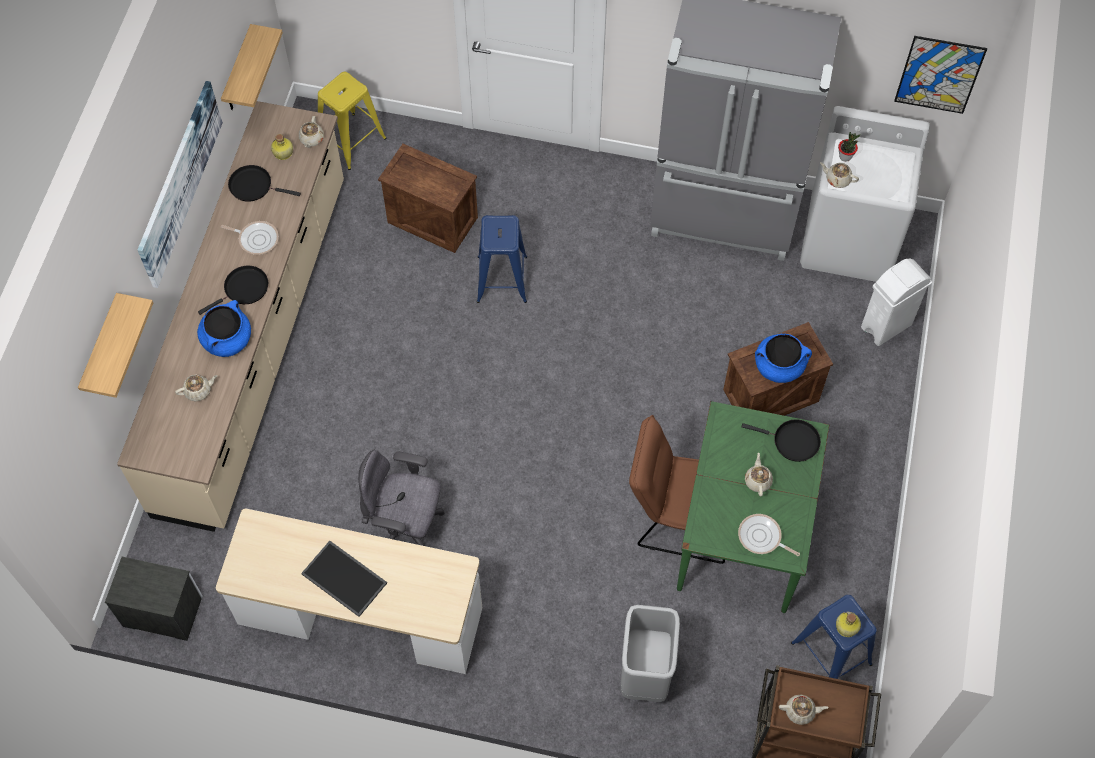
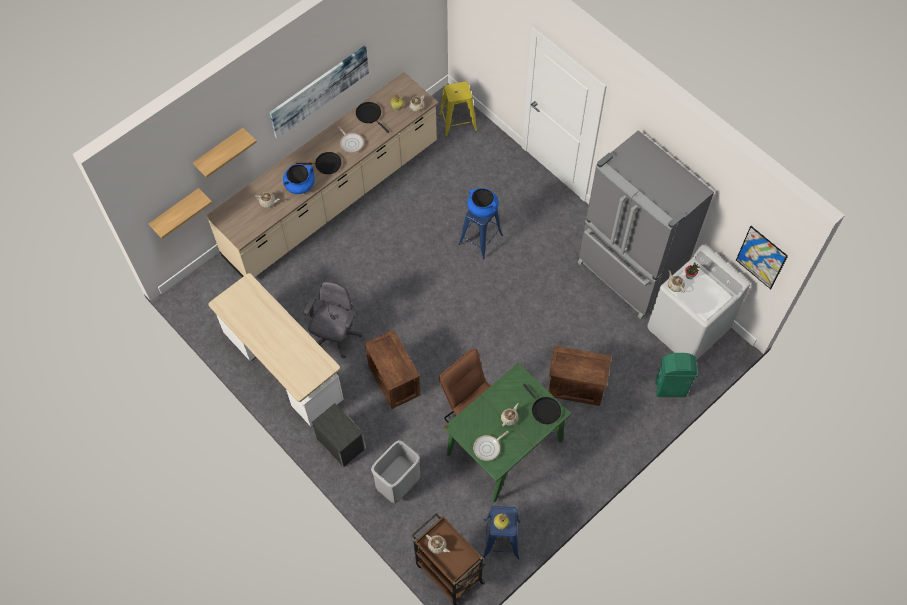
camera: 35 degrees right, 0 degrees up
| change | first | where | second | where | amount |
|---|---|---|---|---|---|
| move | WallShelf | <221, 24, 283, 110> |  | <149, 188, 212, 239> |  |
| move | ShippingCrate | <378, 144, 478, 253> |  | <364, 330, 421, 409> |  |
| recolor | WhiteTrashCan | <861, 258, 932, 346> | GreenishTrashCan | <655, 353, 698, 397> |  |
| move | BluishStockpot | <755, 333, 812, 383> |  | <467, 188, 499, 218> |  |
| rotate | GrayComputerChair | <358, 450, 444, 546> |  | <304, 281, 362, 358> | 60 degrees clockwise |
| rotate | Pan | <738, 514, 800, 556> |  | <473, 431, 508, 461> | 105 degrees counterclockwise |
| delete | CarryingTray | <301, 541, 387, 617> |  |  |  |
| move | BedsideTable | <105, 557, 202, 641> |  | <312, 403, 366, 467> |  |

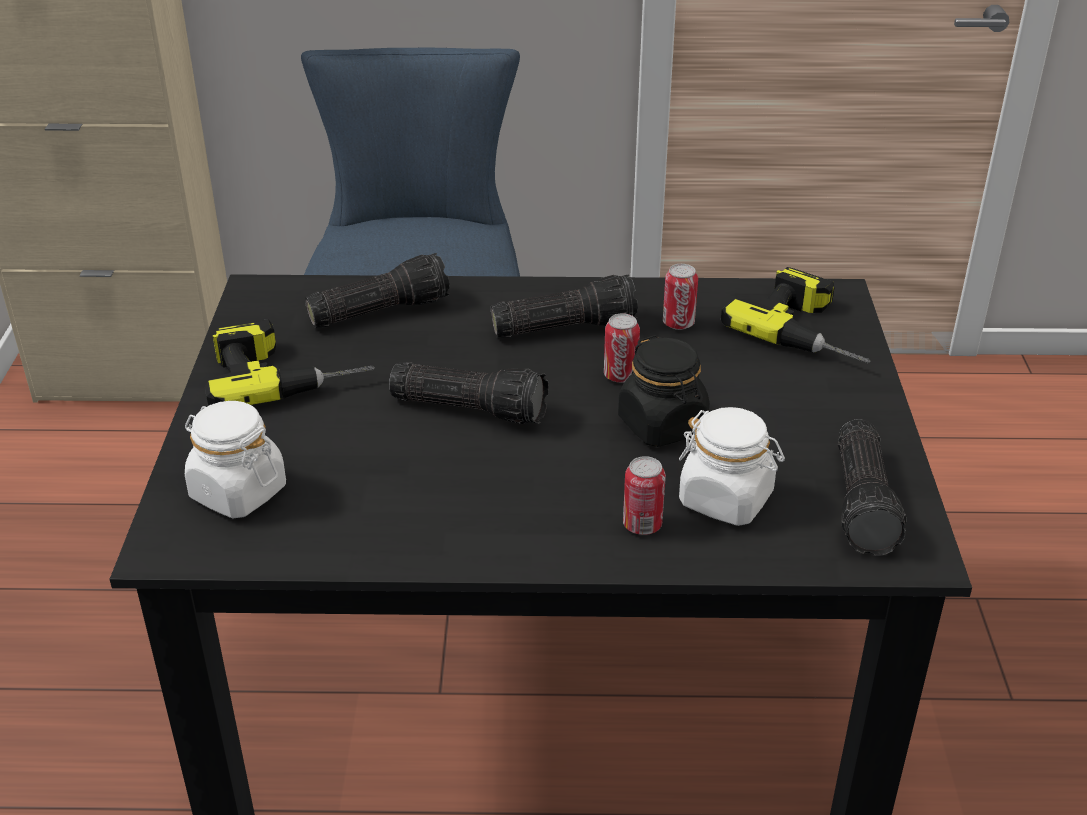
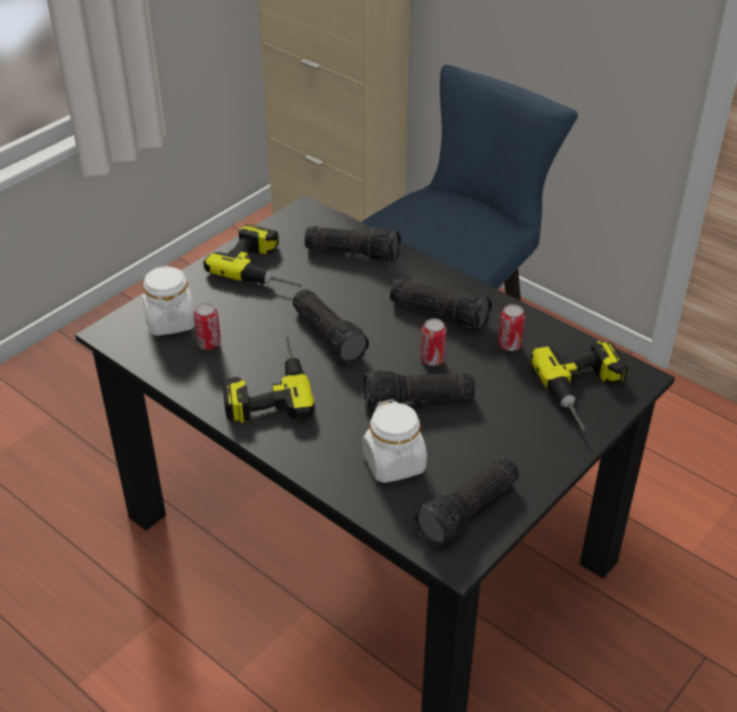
camera: 40 degrees right, 5 degrees up
| change | first | where | second | where | amount |
|---|---|---|---|---|---|
| replace | BlackishStorageJar | <618, 335, 710, 447> | Torch | <363, 370, 475, 409> |  |
| move | Can | <623, 456, 666, 535> |  | <194, 303, 221, 350> |  |
| insert |  |  | Drill | <222, 336, 315, 423> |  |

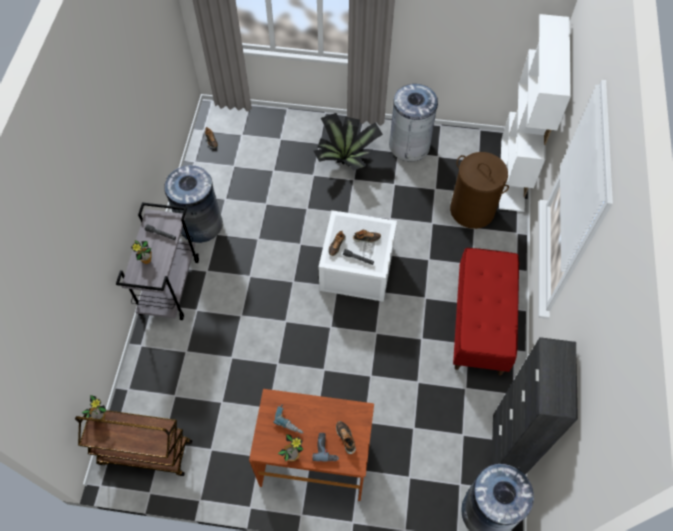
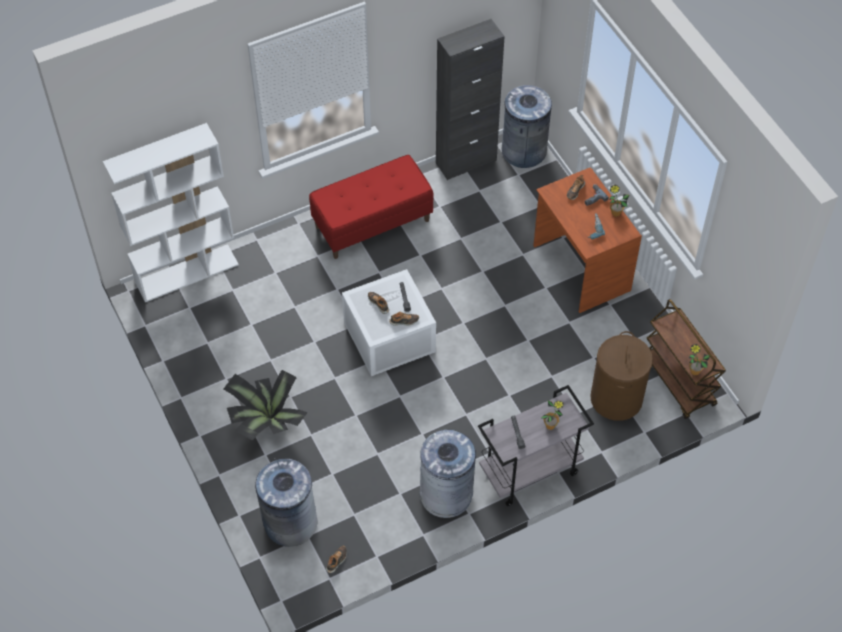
camera: 125 degrees left, 5 degrees down
| change | first | where | second | where | amount |
|---|---|---|---|---|---|
| move | GrayTrashCan | <389, 84, 440, 162> |  | <255, 458, 317, 547> |  |
| move | BrownishLaundryBasket | <450, 152, 509, 229> |  | <591, 331, 653, 421> |  |

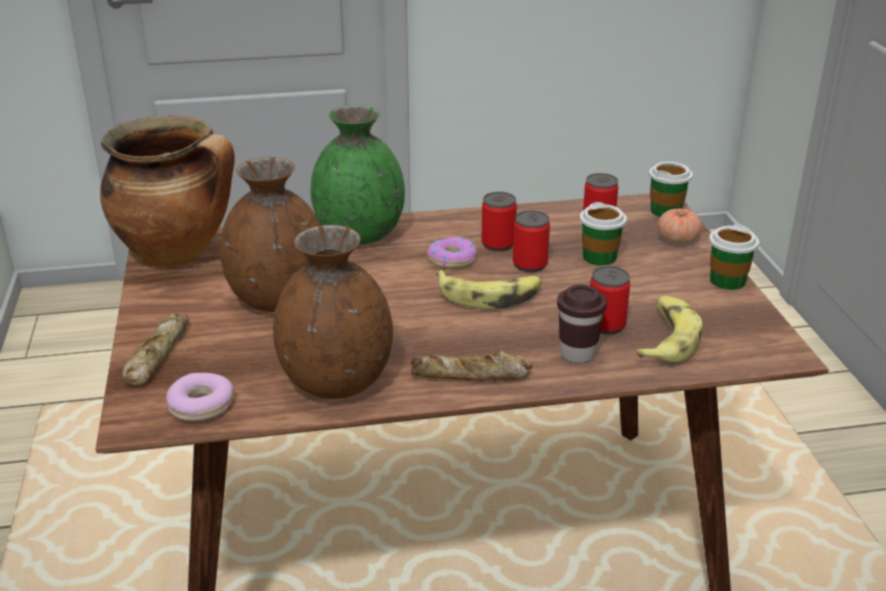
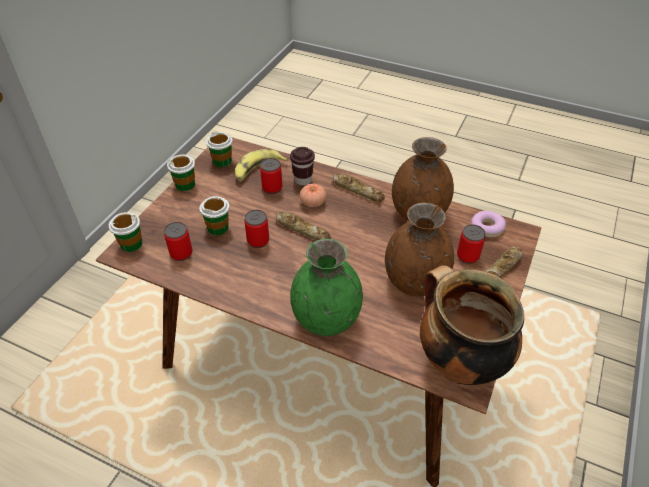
camera: 145 degrees left, 15 degrees up
| change | first | where | second | where | amount |
|---|---|---|---|---|---|
| move | Can | <481, 192, 517, 251> |  | <457, 224, 486, 264> |  |
| move | Tomato | <658, 209, 702, 244> |  | <300, 184, 327, 207> |  |
| delete | Doughnut | <427, 237, 477, 269> |  |  |  |
| replace | WholeBanana | <436, 270, 542, 310> | BakedBread | <276, 211, 331, 240> |  |
| insert |  |  | Cup | <206, 132, 233, 167> |  |

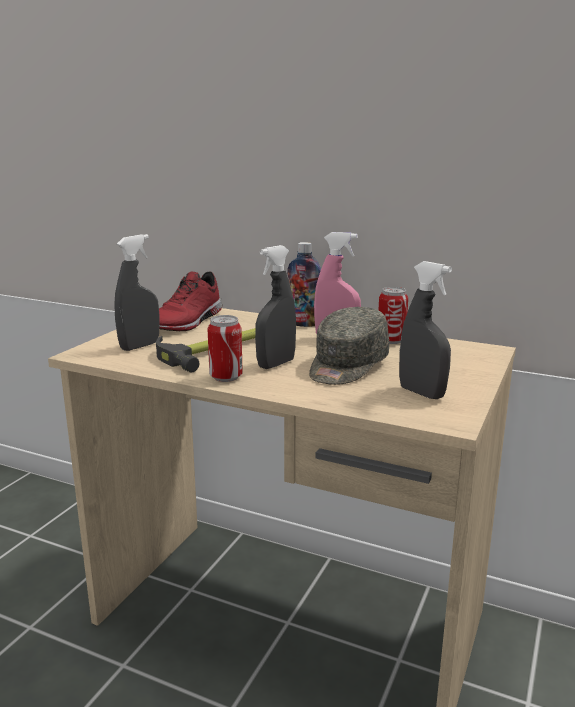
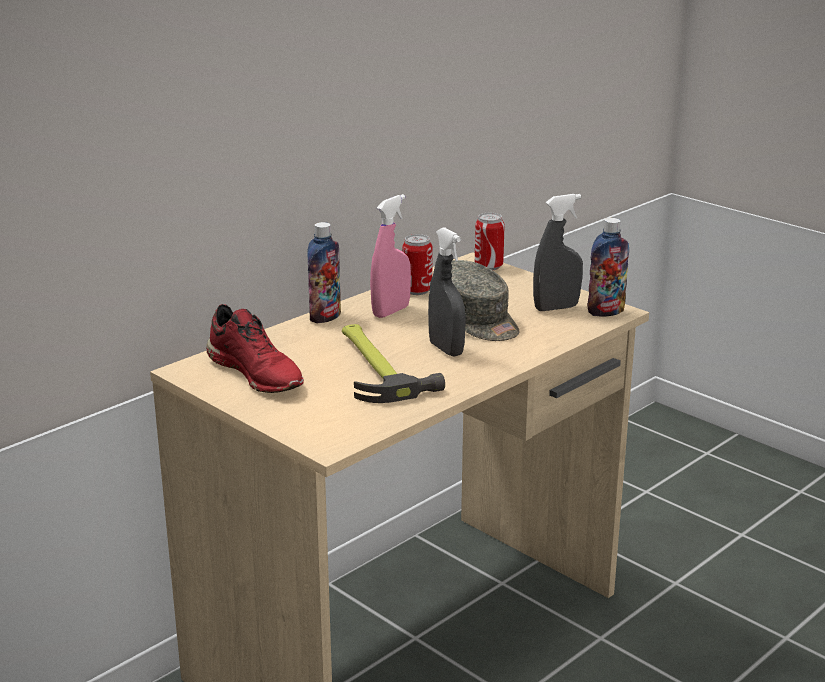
camera: 70 degrees left, 5 degrees up
| change | first | where | second | where | amount |
|---|---|---|---|---|---|
| delete | GraySprayBottle | <114, 234, 159, 351> |  |  |  |
| move | Can | <208, 315, 243, 382> |  | <475, 213, 505, 270> |  |
| insert |  |  | Bottle | <588, 218, 629, 317> |  |

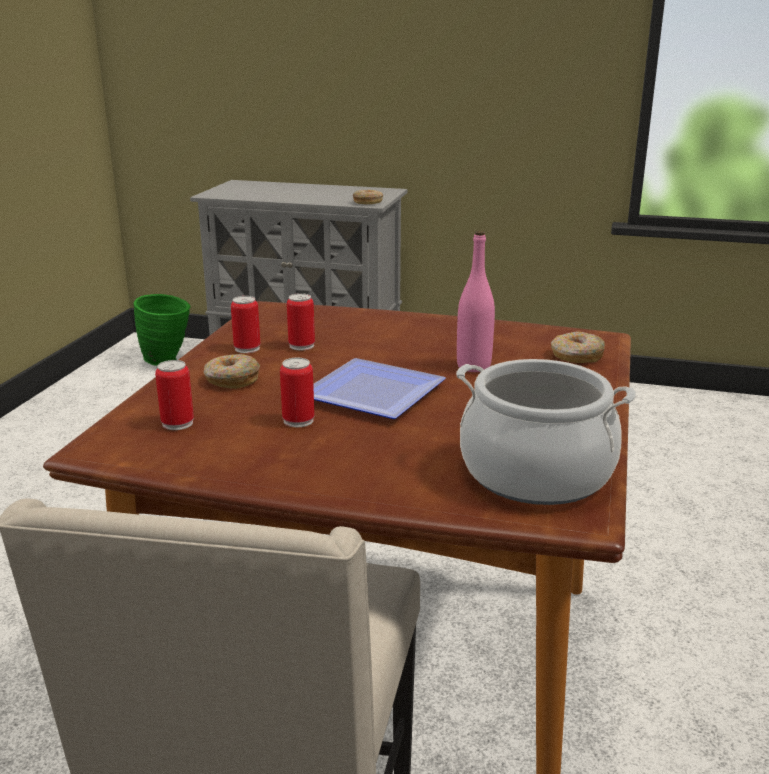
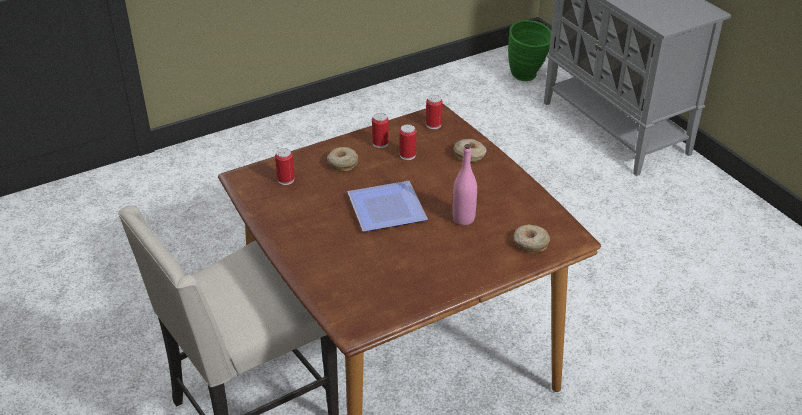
camera: 45 degrees right, 15 degrees up
| change | first | where | second | where | amount |
|---|---|---|---|---|---|
| move | Doughnut | <353, 190, 383, 204> |  | <453, 139, 486, 162> |  |
| move | Can | <280, 358, 314, 427> |  | <426, 95, 443, 129> |  |
| delete | Stockpot | <456, 359, 636, 505> |  |  |  |

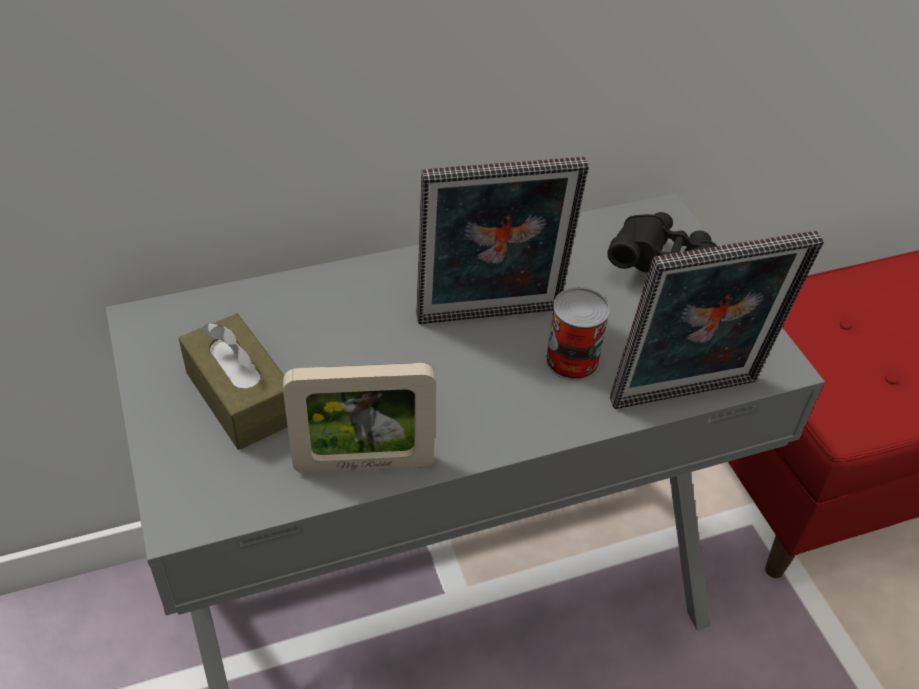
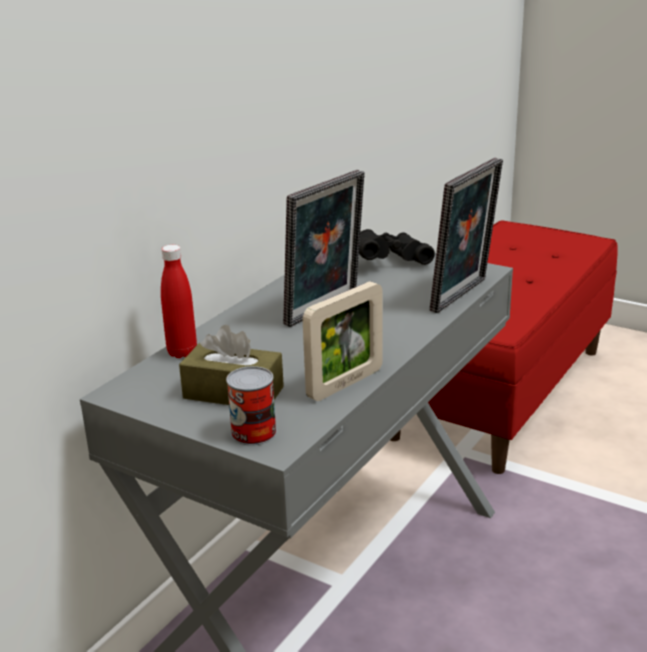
camera: 35 degrees left, 20 degrees down
| change | first | where | second | where | amount |
|---|---|---|---|---|---|
| move | Can | <546, 287, 610, 380> |  | <226, 366, 277, 446> |  |
| insert |  |  | RedBottle | <161, 245, 197, 358> |  |

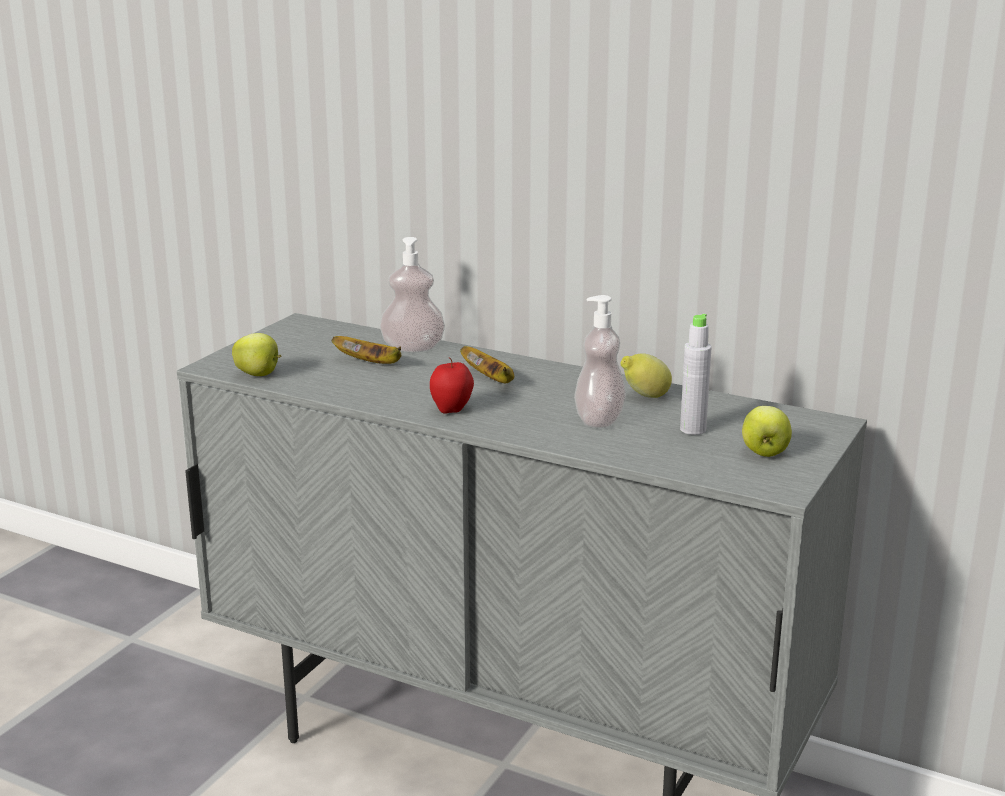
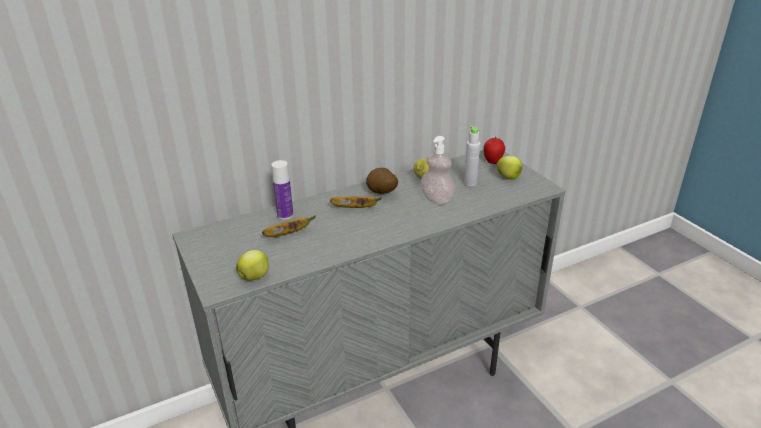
camera: 55 degrees left, 10 degrees up
| change | first | where | second | where | amount |
|---|---|---|---|---|---|
| replace | SoapDispenser | <380, 237, 445, 353> | Bottle | <271, 160, 293, 220> |  |
| move | AppleFruit | <430, 357, 474, 414> |  | <484, 137, 505, 164> |  |
| insert |  |  | WholePotato | <366, 168, 398, 194> |  |

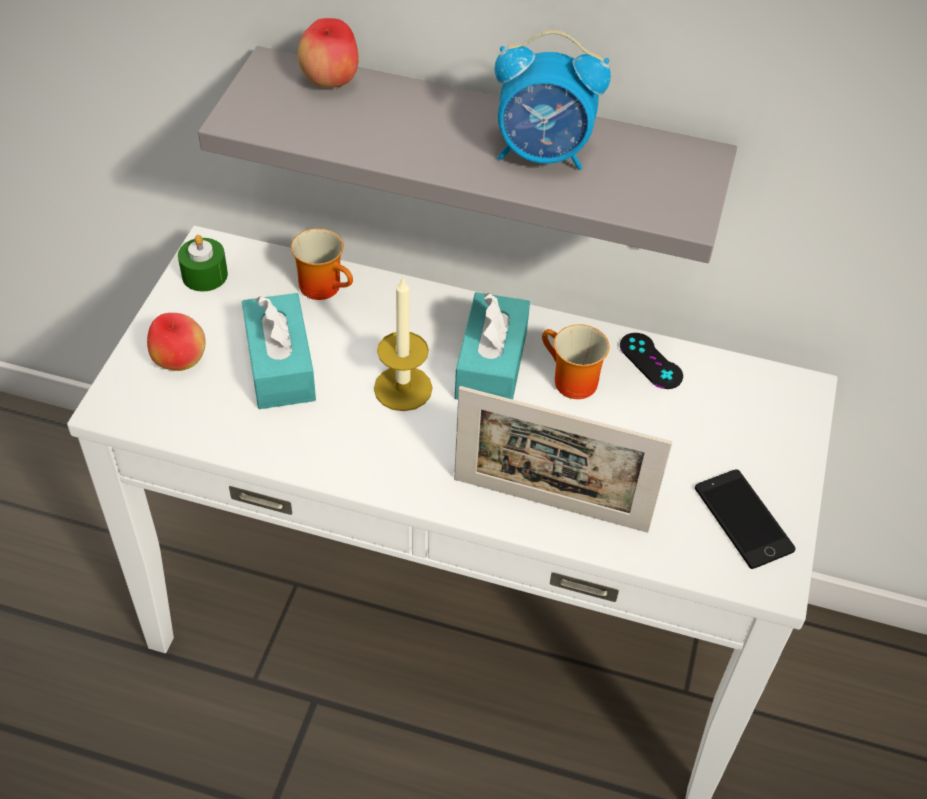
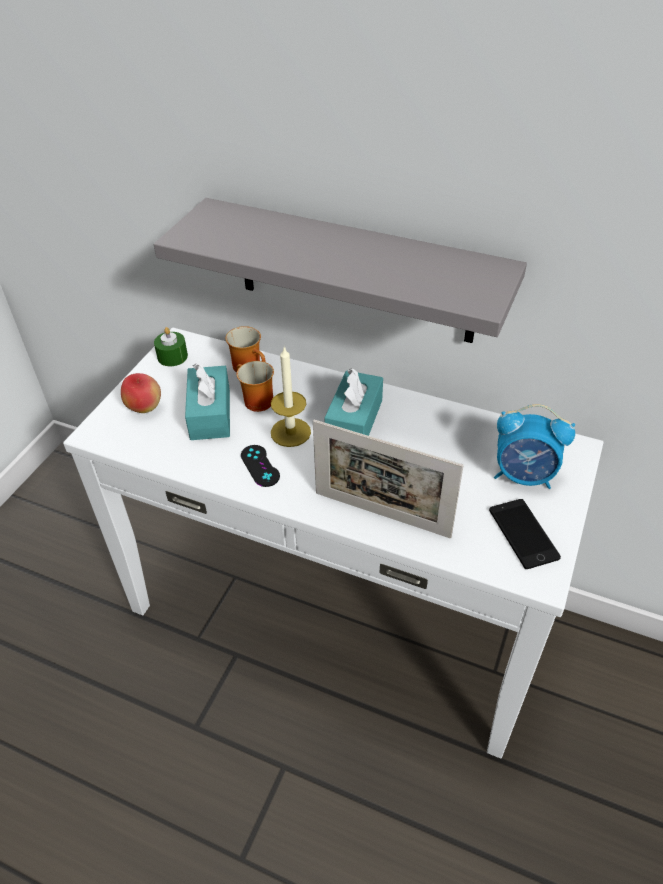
camera: 10 degrees right, 5 degrees down
| change | first | where | second | where | amount |
|---|---|---|---|---|---|
| delete | AppleFruit | <298, 18, 359, 88> |  |  |  |
| move | AlarmClock | <495, 30, 611, 170> |  | <494, 404, 575, 489> |  |
| move | CoffeeMug | <542, 324, 609, 399> |  | <237, 361, 274, 412> |  |
| move | BlackishGameController | <620, 333, 683, 389> |  | <241, 445, 280, 487> |  |

